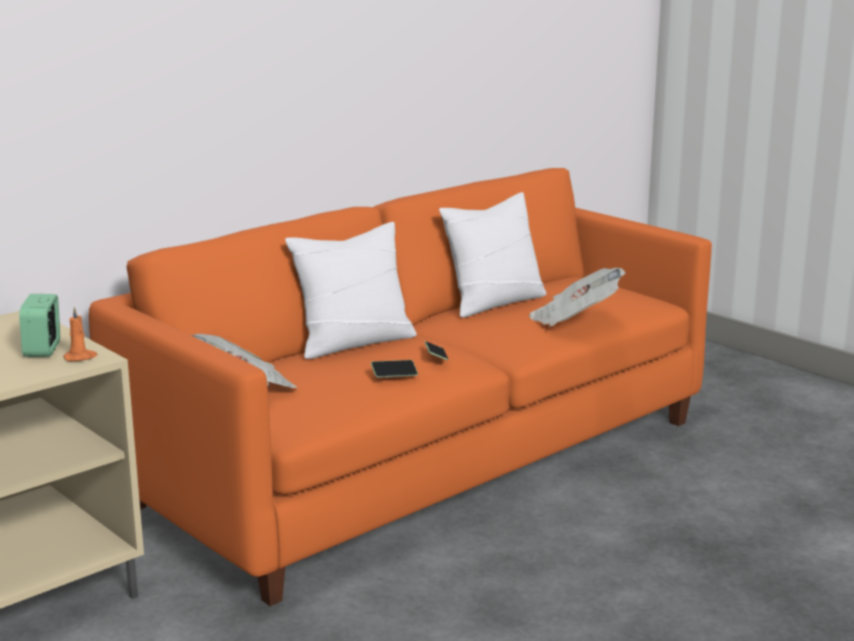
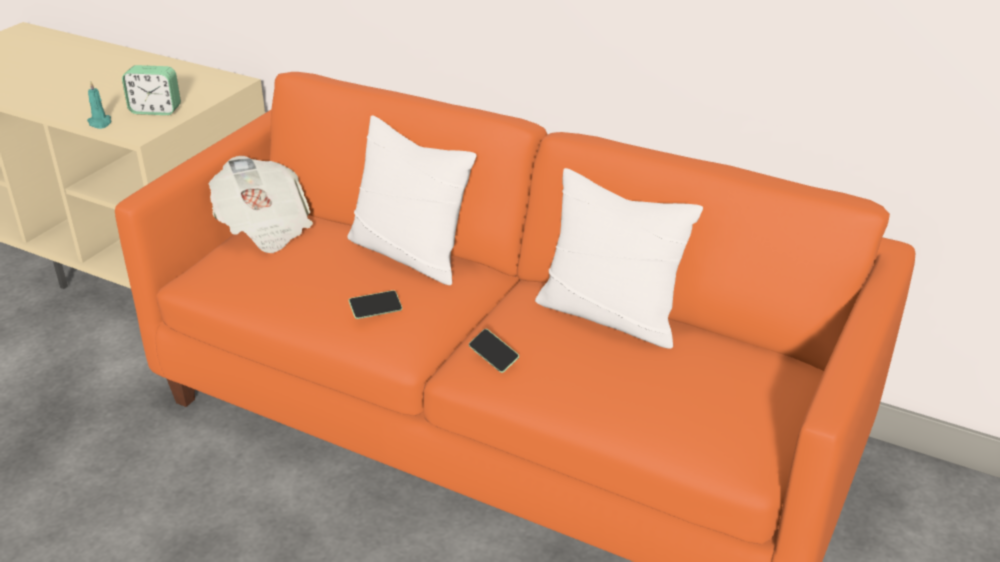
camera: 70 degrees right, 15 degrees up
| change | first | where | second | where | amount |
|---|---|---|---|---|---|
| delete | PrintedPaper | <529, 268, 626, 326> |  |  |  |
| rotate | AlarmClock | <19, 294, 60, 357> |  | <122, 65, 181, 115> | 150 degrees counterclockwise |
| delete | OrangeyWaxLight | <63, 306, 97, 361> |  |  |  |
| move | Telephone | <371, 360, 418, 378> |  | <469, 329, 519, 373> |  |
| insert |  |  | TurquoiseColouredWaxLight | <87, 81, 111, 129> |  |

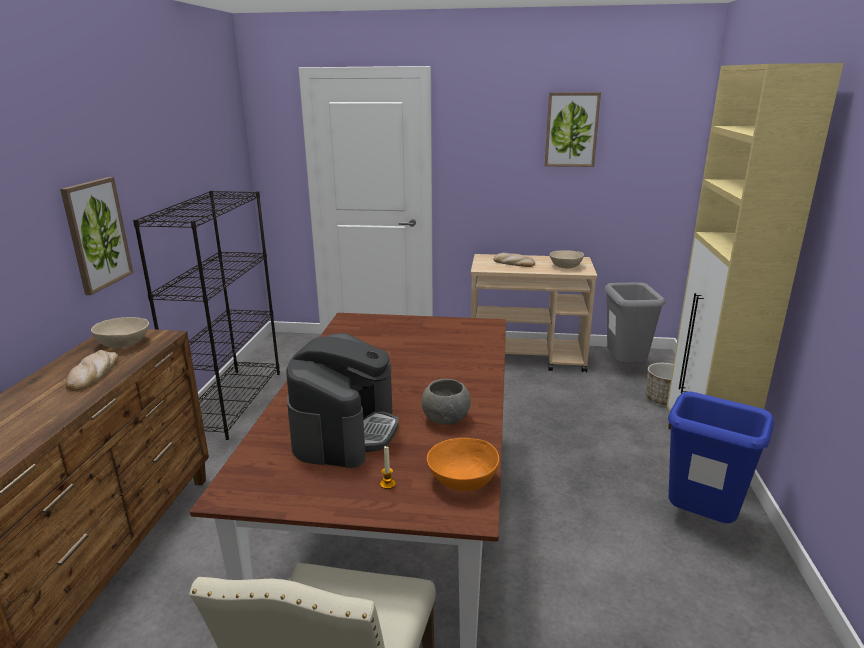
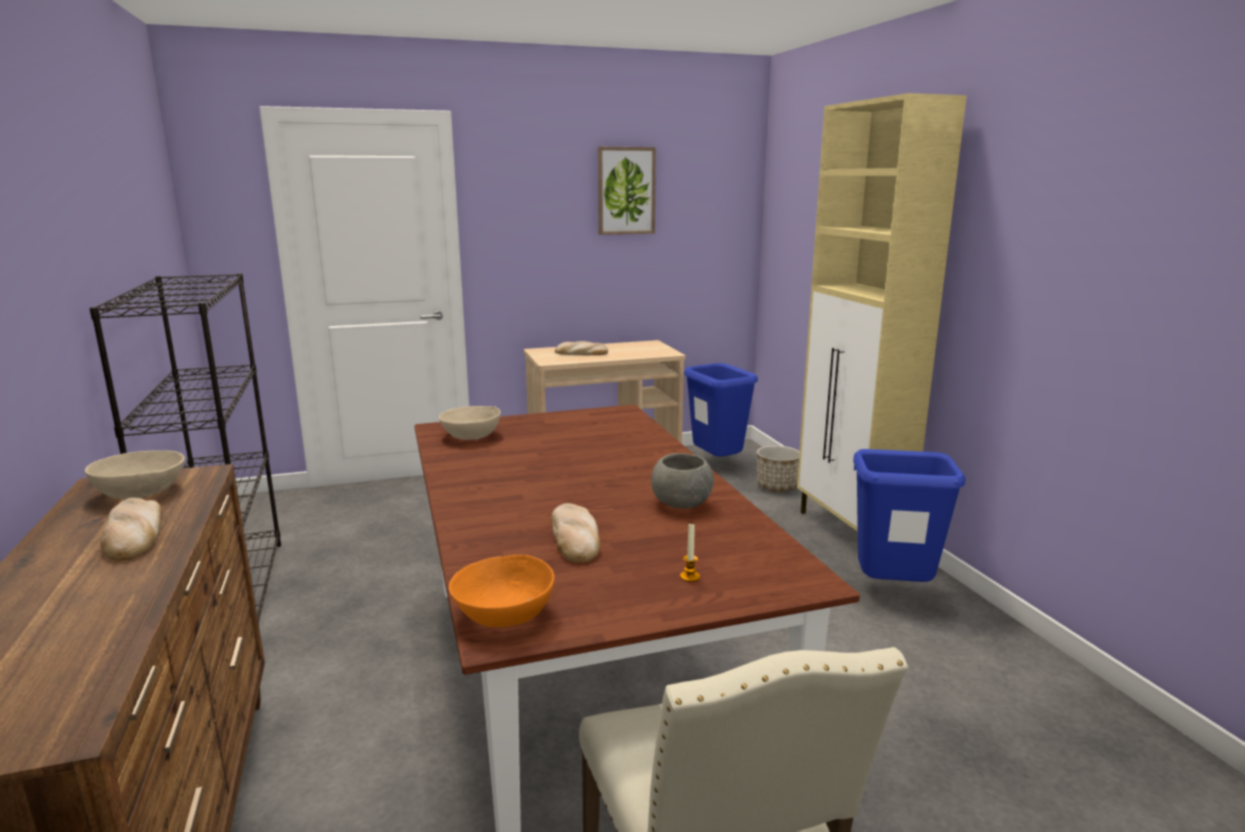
camera: 25 degrees left, 5 degrees down
| change | first | where | second | where | amount |
|---|---|---|---|---|---|
| delete | Picture | <60, 177, 133, 295> |  |  |  |
| move | BeigeColouredServingBowl | <549, 250, 584, 269> |  | <439, 406, 501, 440> |  |
| recolor | GrayTrashCan | <604, 282, 665, 364> | BluishTrashCan | <684, 363, 758, 456> |  |
| replace | CoffeeMaker | <286, 333, 398, 468> | BakedBread | <551, 503, 600, 563> |  |
| move | OrangeyServingBowl | <427, 438, 499, 491> |  | <449, 555, 555, 627> |  |

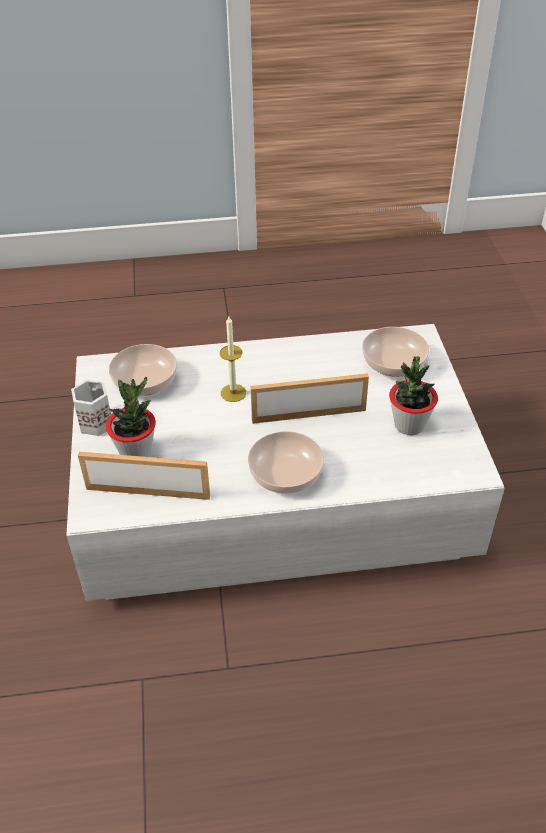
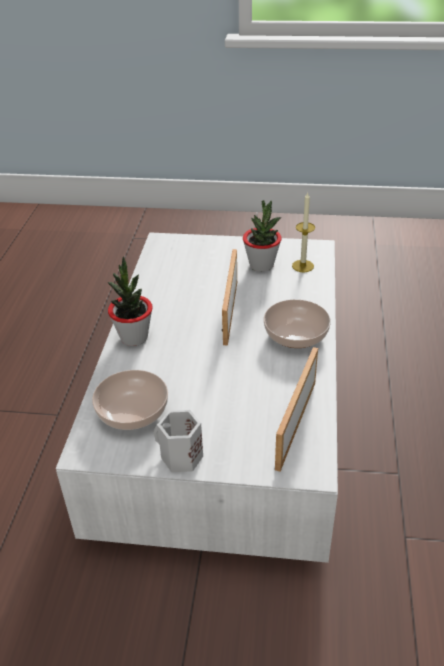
camera: 75 degrees left, 5 degrees down
| change | first | where | second | where | amount |
|---|---|---|---|---|---|
| move | WaxLight | <220, 316, 246, 402> |  | <292, 192, 315, 272> |  |
| delete | ServingBowl | <362, 327, 429, 377> |  |  |  |
| move | PlantInAPot | <106, 377, 156, 457> |  | <108, 257, 153, 346> |  |

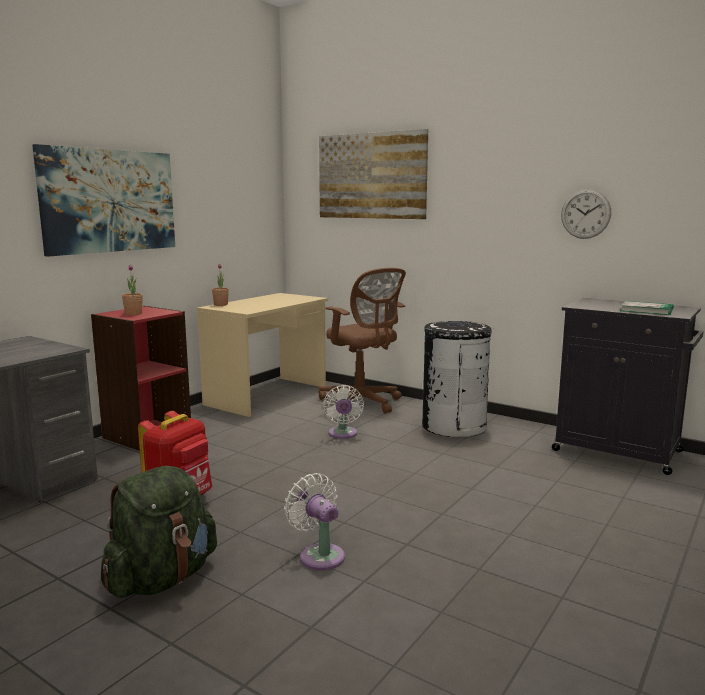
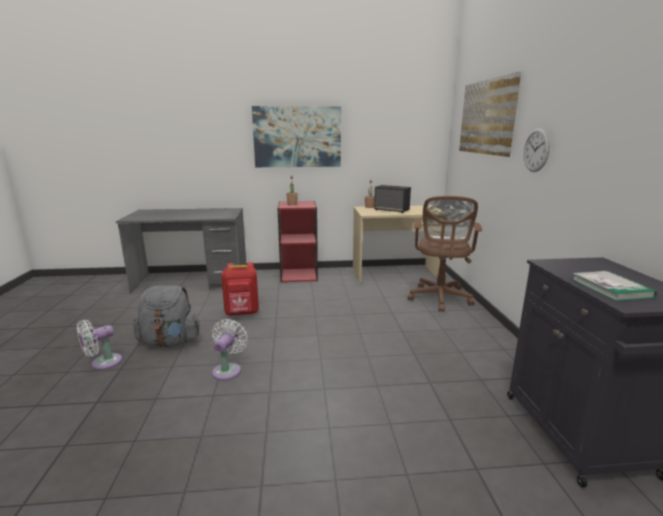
camera: 50 degrees right, 5 degrees up
| change | first | where | second | where | amount |
|---|---|---|---|---|---|
| move | WallClock | <561, 189, 611, 239> |  | <523, 128, 550, 172> |  |
| delete | BlackishTrashCan | <422, 321, 492, 438> |  |  |  |
| move | WhiteCoolingFan | <323, 385, 364, 439> |  | <77, 320, 122, 370> |  |
| recolor | GreenishKnapsack | <101, 466, 217, 598> | GrayKnapsack | <133, 286, 200, 348> |  |
| insert |  |  | Speaker | <374, 185, 411, 213> |  |

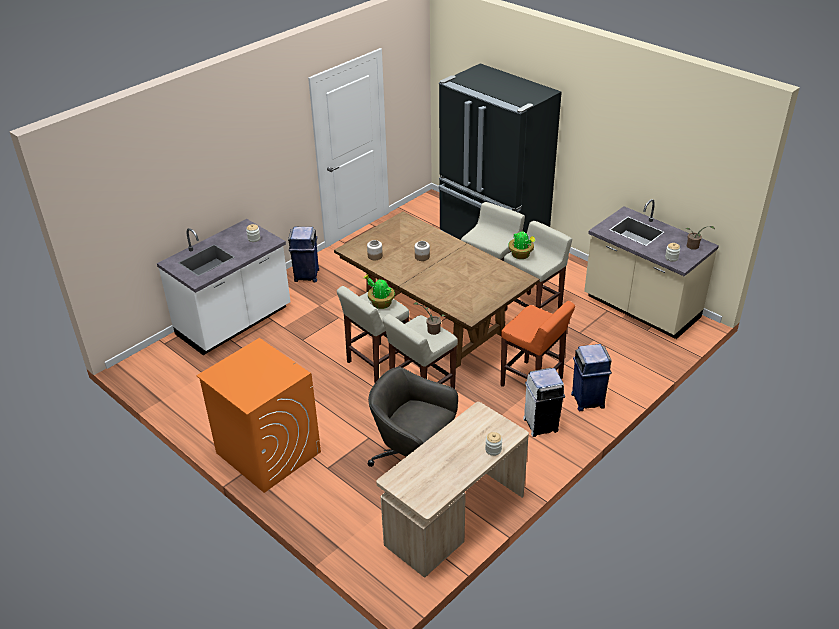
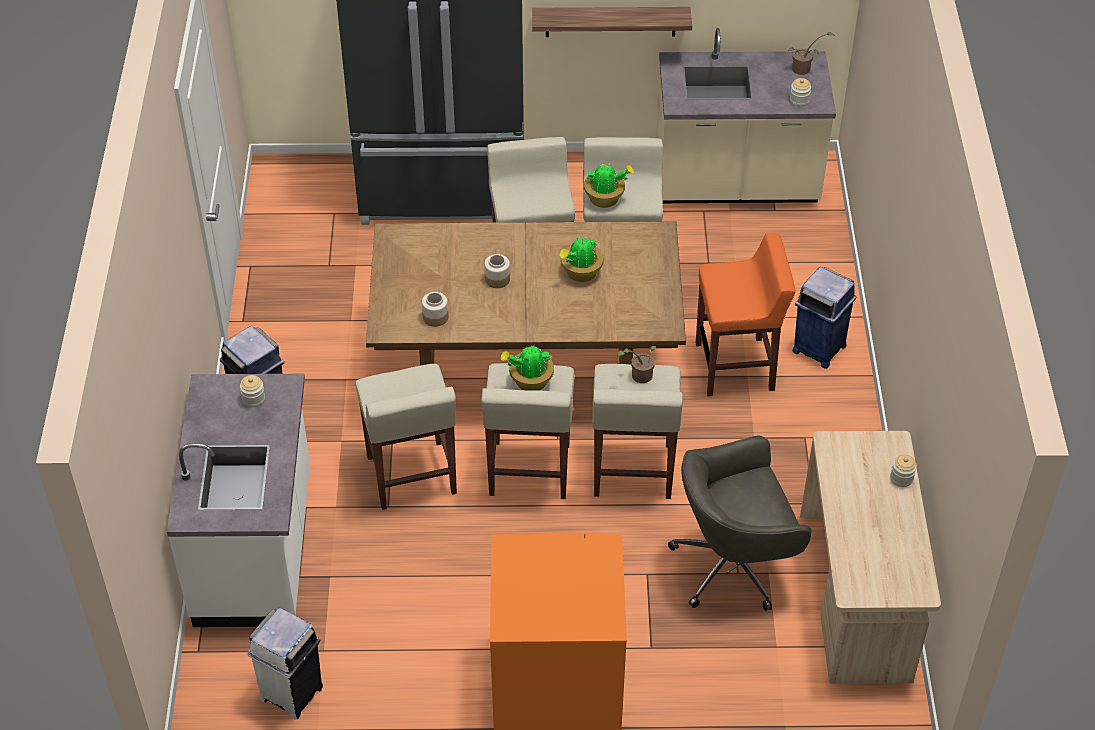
camera: 45 degrees left, 10 degrees up
| change | first | where | second | where | amount |
|---|---|---|---|---|---|
| move | WhiteTrashCan | <523, 368, 565, 437> |  | <248, 607, 323, 720> |  |
| insert |  |  | WallShelf | <532, 7, 692, 37> |  |
| insert |  |  | PlantInAPot | <559, 235, 604, 282> |  |
| insert |  |  | BeigeColouredSittingStool | <356, 364, 457, 510> |  |

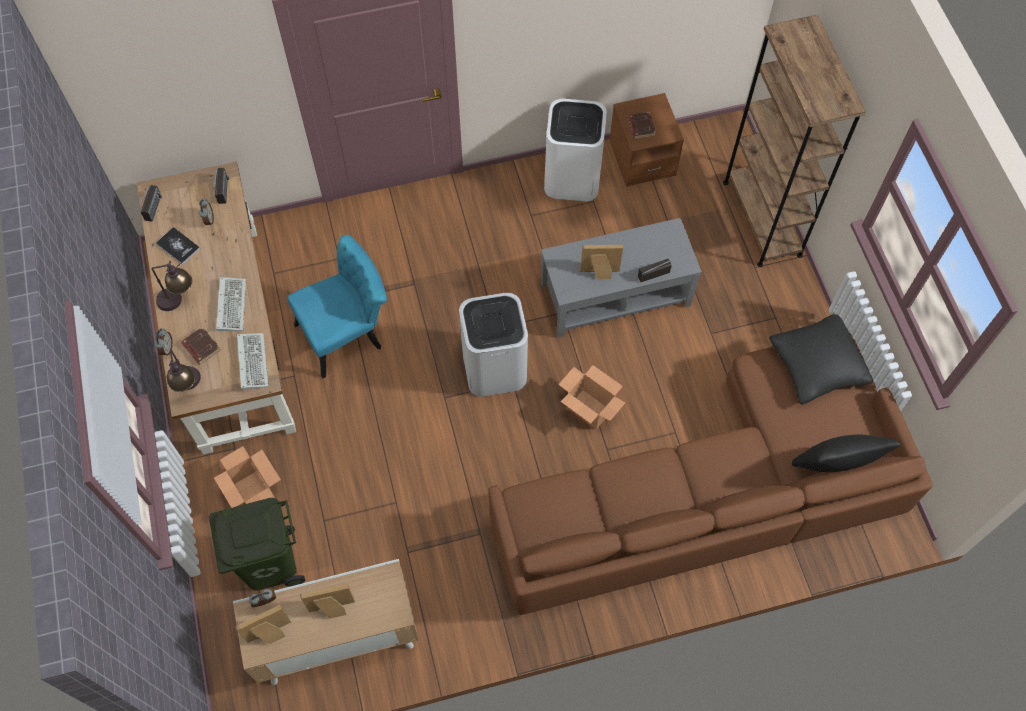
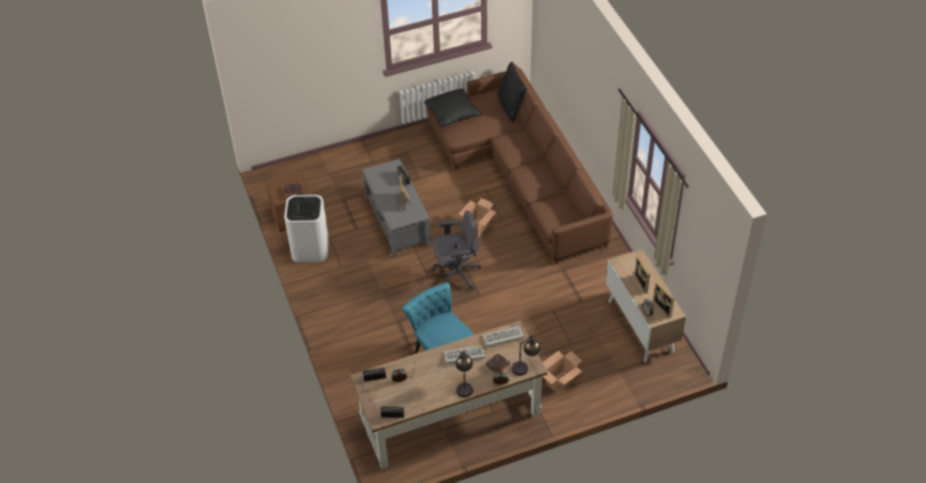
camera: 95 degrees left, 15 degrees down
| change | first | where | second | where | amount |
|---|---|---|---|---|---|
| delete | BrownishBookcase | <723, 15, 866, 267> |  |  |  |
| delete | Book | <156, 227, 200, 265> |  |  |  |
| replace | WhiteTrashCan | <459, 293, 528, 397> | GrayComputerChair | <432, 210, 481, 290> |  |
| delete | GreenishTrashCan | <209, 498, 305, 591> |  |  |  |

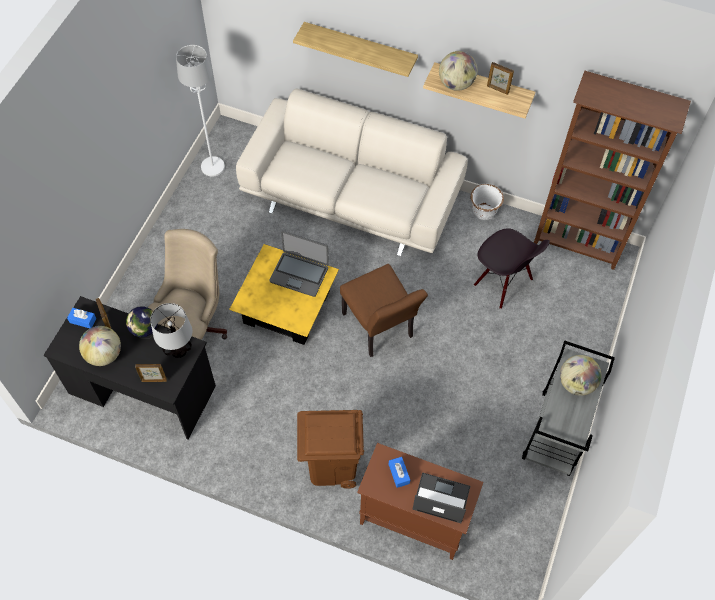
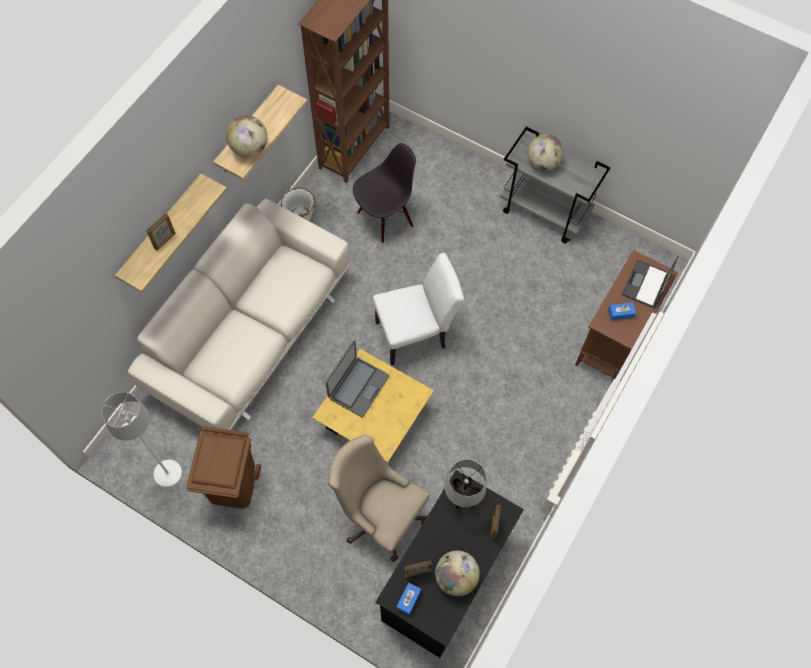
camera: 80 degrees left, 5 degrees up
| change | first | where | second | where | amount |
|---|---|---|---|---|---|
| move | PhotoFrame | <487, 62, 514, 95> |  | <146, 213, 176, 251> |  |
| recolor | BrownishPlainChair | <340, 264, 428, 357> | WhitePlainChair | <373, 253, 464, 366> |  |
| delete | Globe | <126, 306, 157, 339> |  |  |  |
| move | BrownishTrashCan | <297, 410, 364, 489> |  | <186, 426, 261, 509> |  |

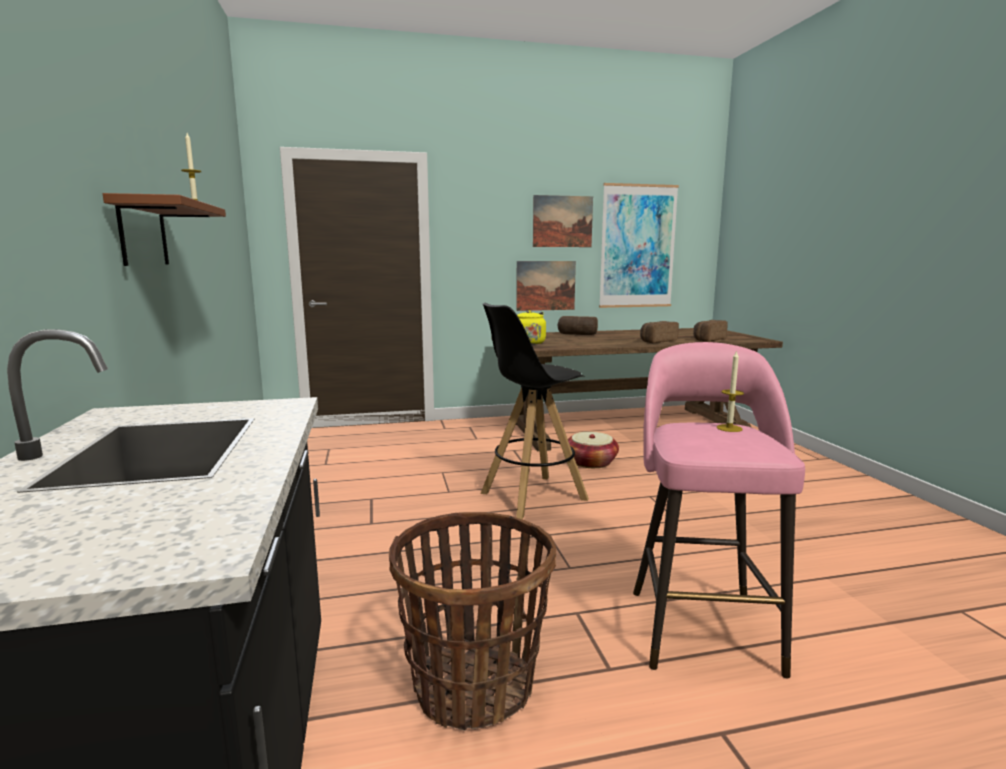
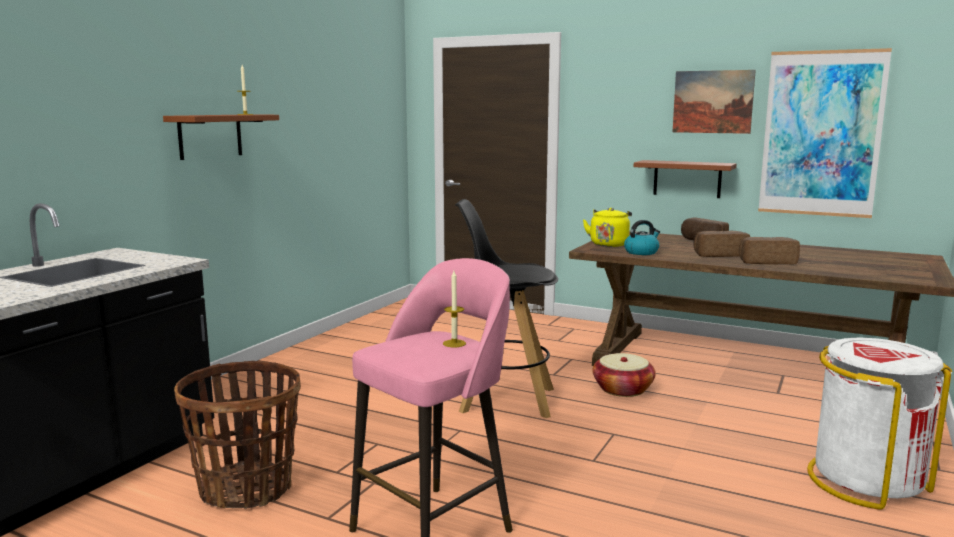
camera: 40 degrees right, 0 degrees up
| change | first | where | second | where | amount |
|---|---|---|---|---|---|
| replace | Picture | <516, 261, 576, 311> | BrownishWallShelf | <634, 160, 737, 198> |  |
| move | BakedBread | <693, 320, 728, 342> |  | <693, 231, 750, 257> |  |
| insert |  |  | Kettle | <624, 220, 660, 255> |  |
| insert |  |  | WhiteTrashCan | <807, 337, 952, 509> |  |

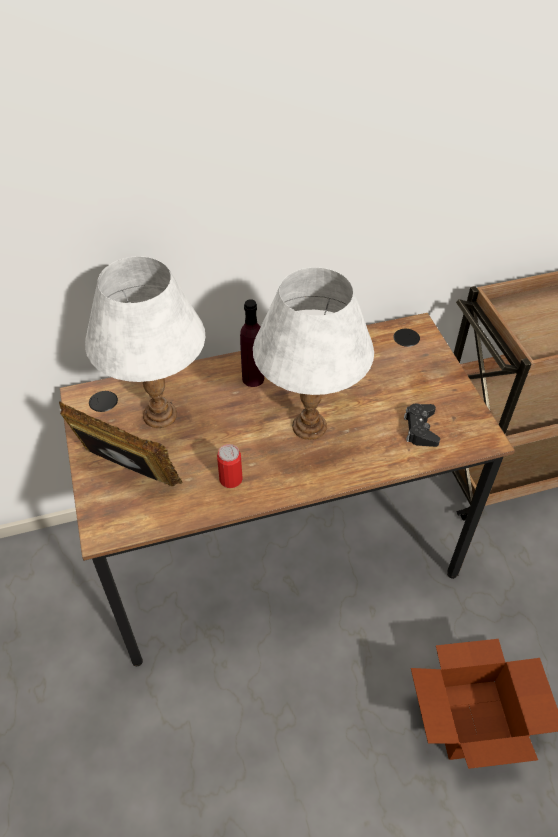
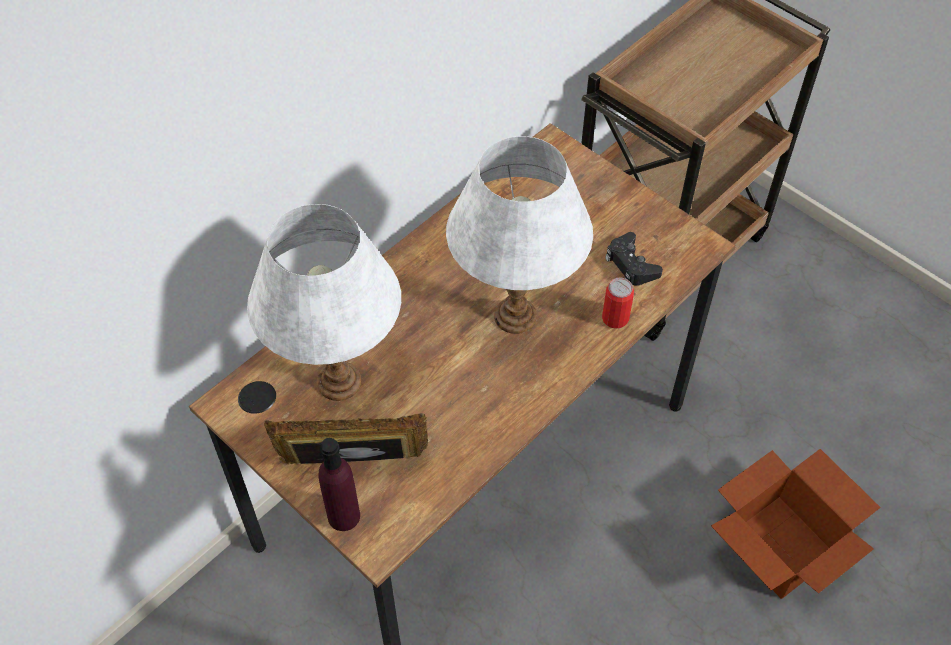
camera: 30 degrees left, 5 degrees up
| change | first | where | second | where | amount |
|---|---|---|---|---|---|
| move | PurplishBottle | <240, 299, 264, 387> |  | <318, 438, 360, 531> |  |
| move | Can | <217, 444, 243, 488> |  | <602, 278, 634, 329> |  |

